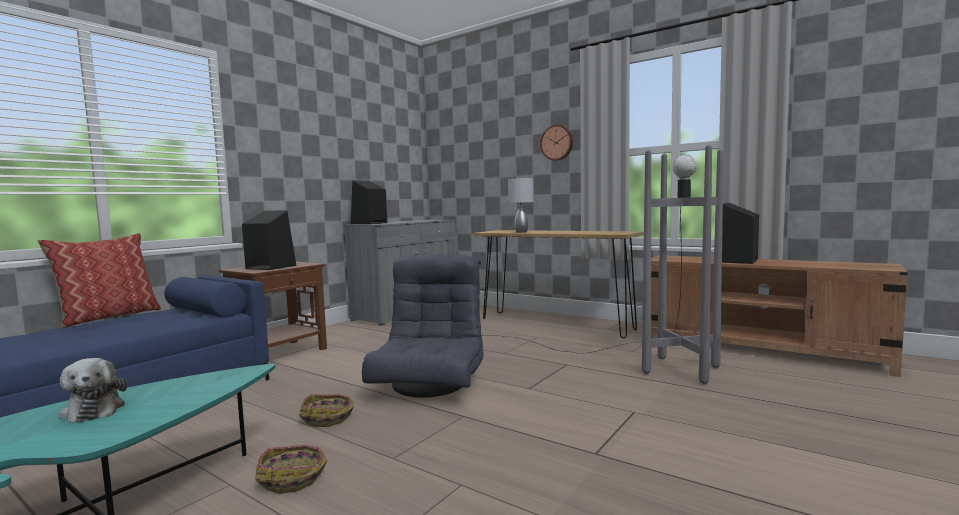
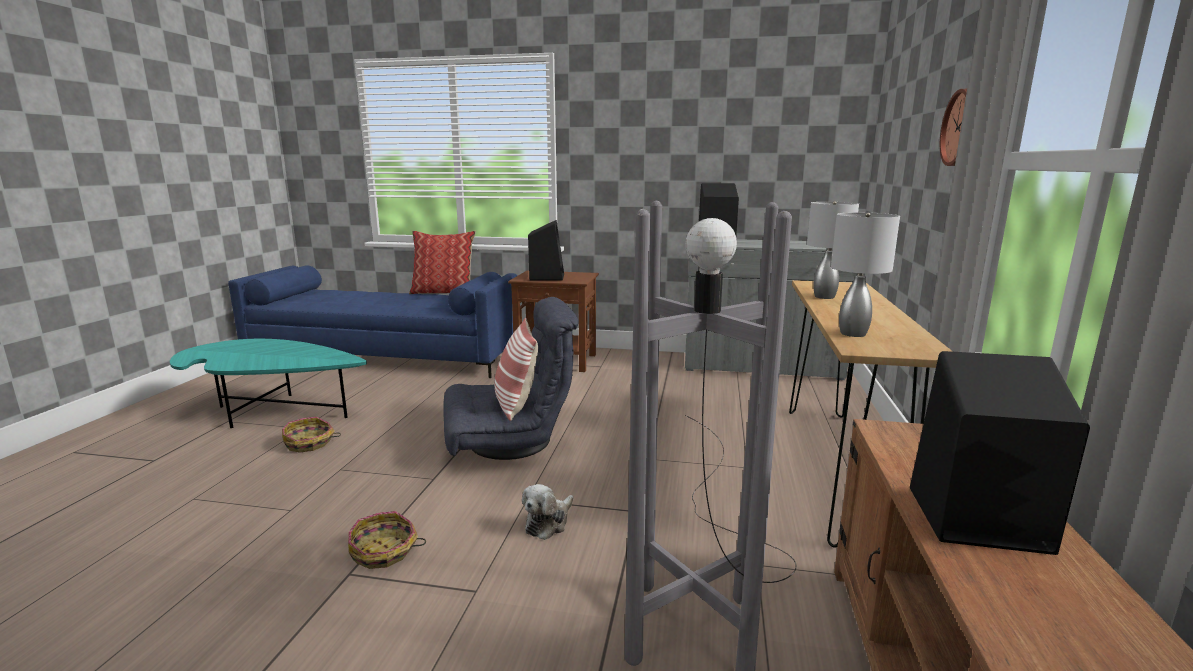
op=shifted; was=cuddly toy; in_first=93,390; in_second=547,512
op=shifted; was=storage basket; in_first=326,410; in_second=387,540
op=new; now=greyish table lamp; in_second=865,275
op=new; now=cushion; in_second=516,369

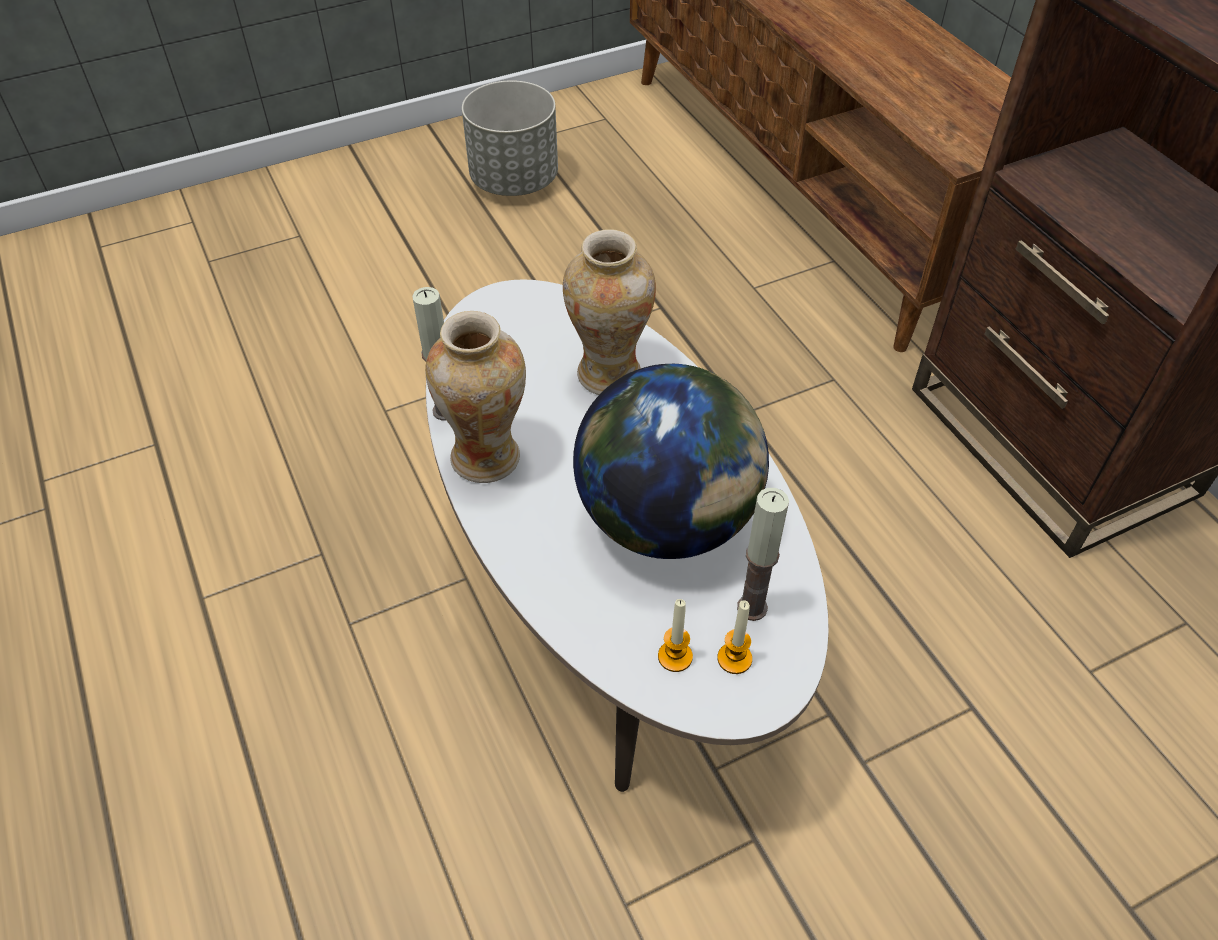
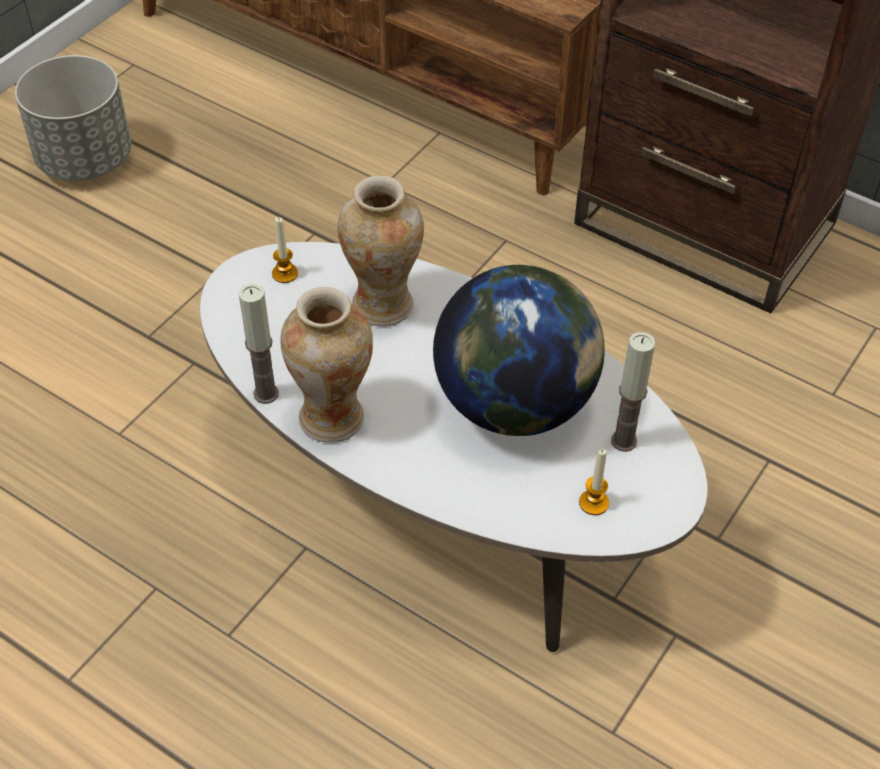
op=shifted; was=candle; in_first=734,637; in_second=285,250

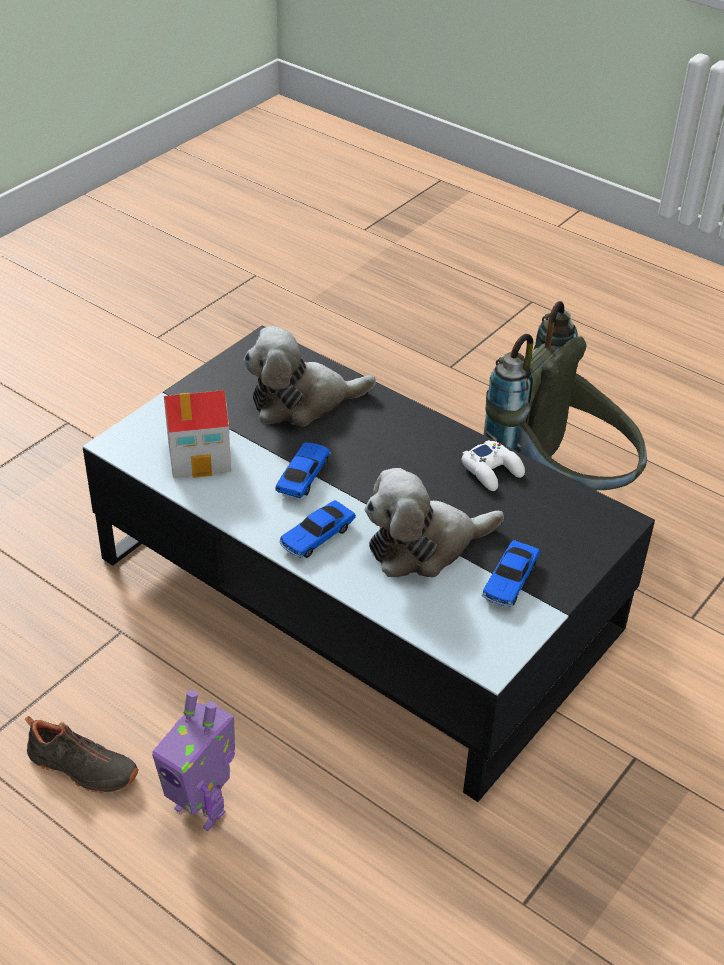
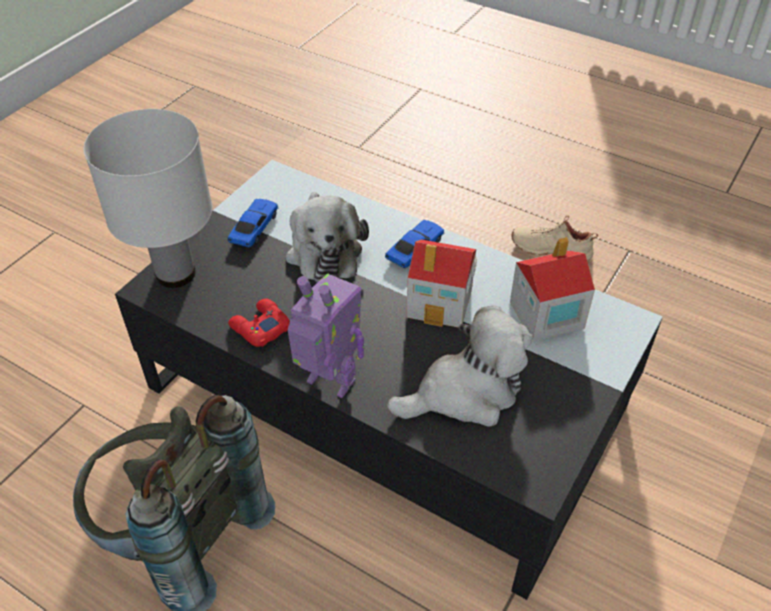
op=repainted; was=whitish game controller; now=red game controller; in_first=493,465; in_second=259,323
op=swapped; was=toy car; now=model house; in_first=303,470; in_second=441,284
op=rotated; was=cuddly toy; in_first=434,522; in_second=327,237; clockwise=105
op=shifted; was=robot figure; in_first=193,760; in_second=326,336
op=repainted; was=black low shoe; now=beige low shoe; in_first=82,754; in_second=554,238
op=new; now=whitish table lamp; in_second=147,198

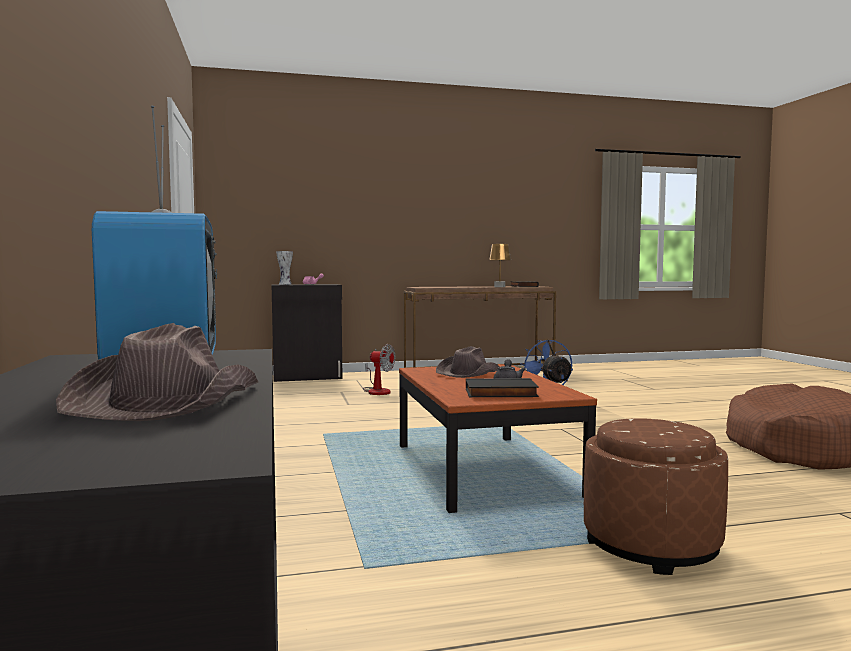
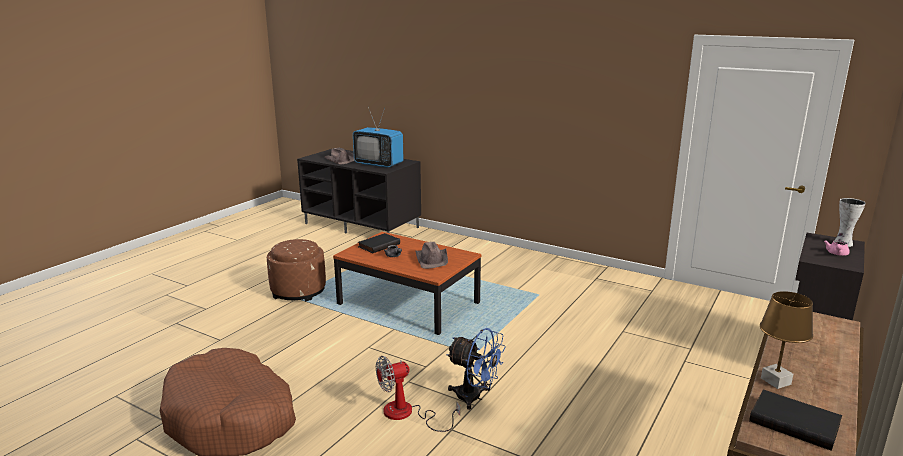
op=shifted; was=cooling fan; in_first=379,369; in_second=418,394

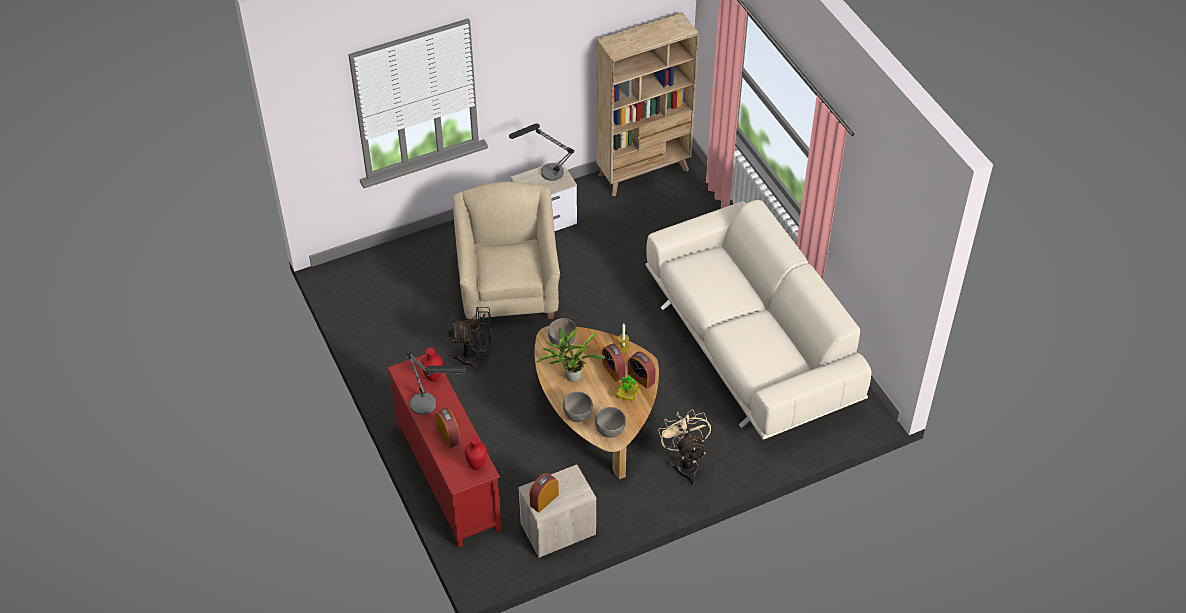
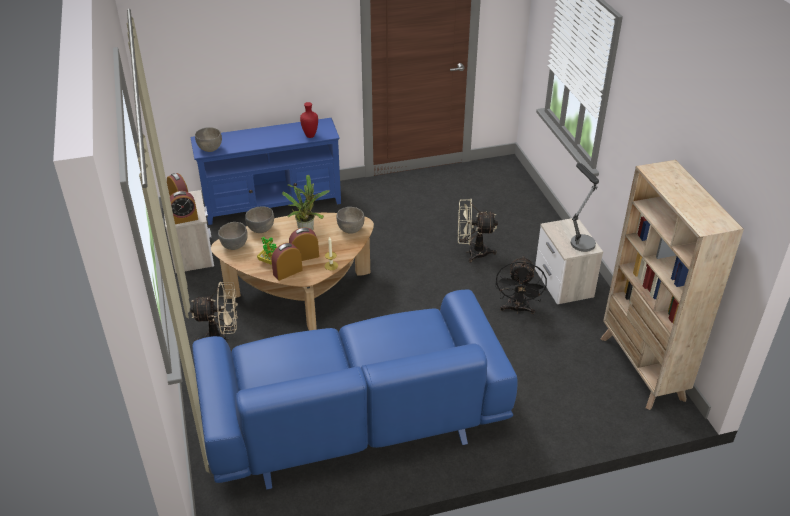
op=swapped; was=beige lounge chair; now=beige cooling fan; in_first=506,254; in_second=478,231
op=repainted; was=beige settee; now=bluish settee; in_first=758,320; in_second=354,390
op=shifted; was=black cooling fan; in_first=469,339; in_second=521,285
op=gone; was=table lamp; in_first=436,383
op=repainted; was=red tv unit; now=bluish tv unit; in_first=444,450; in_second=265,171
op=shifted; was=bedside clock; in_first=447,428; in_second=184,207
op=swapped; was=red decorative vase; now=greyish serving bowl; in_first=476,453; in_second=208,139

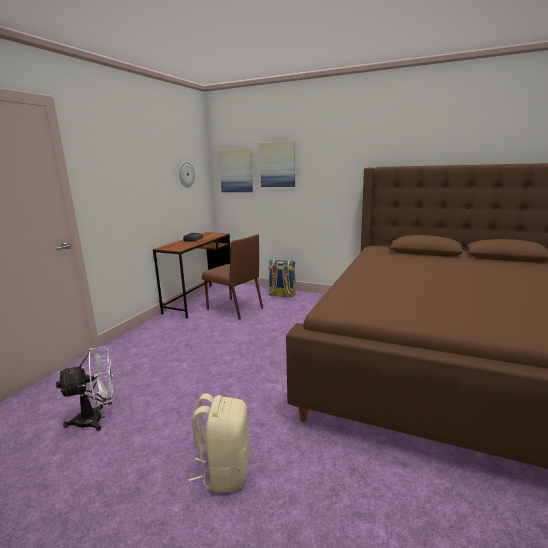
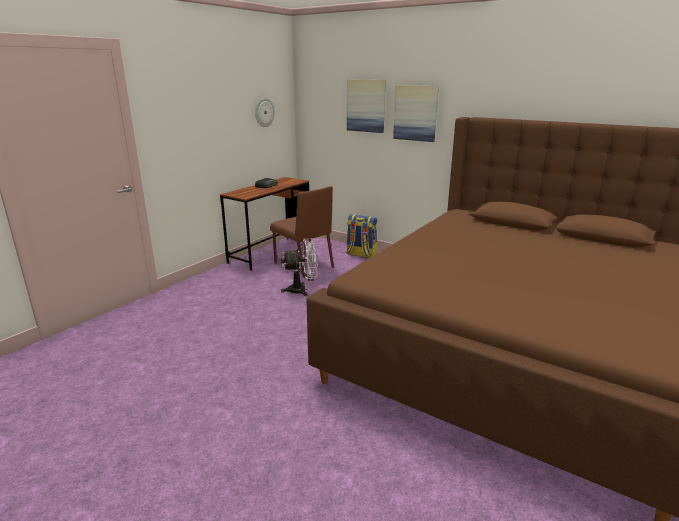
op=shifted; was=wall art; in_first=236,170; in_second=416,113
op=shifted; was=whitish cooling fan; in_first=85,389; in_second=299,267
op=gone; was=beige knapsack; in_first=219,443

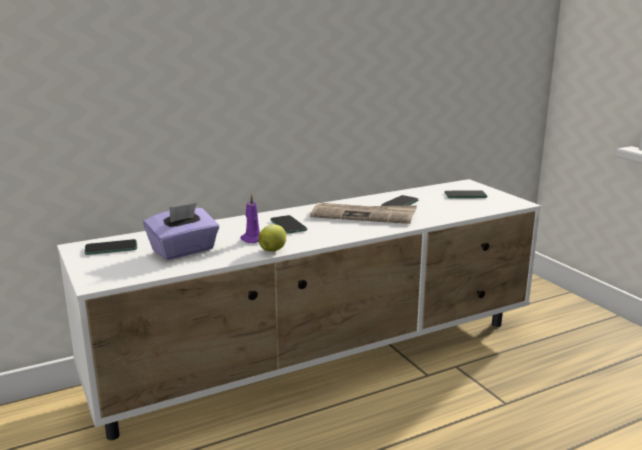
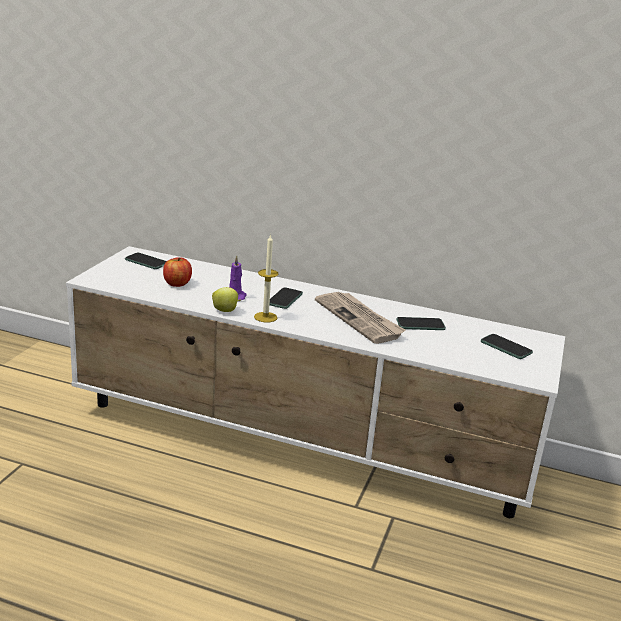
op=swapped; was=purple tissue holder; now=apple fruit; in_first=181,231; in_second=177,272
op=new; now=candle; in_second=266,278

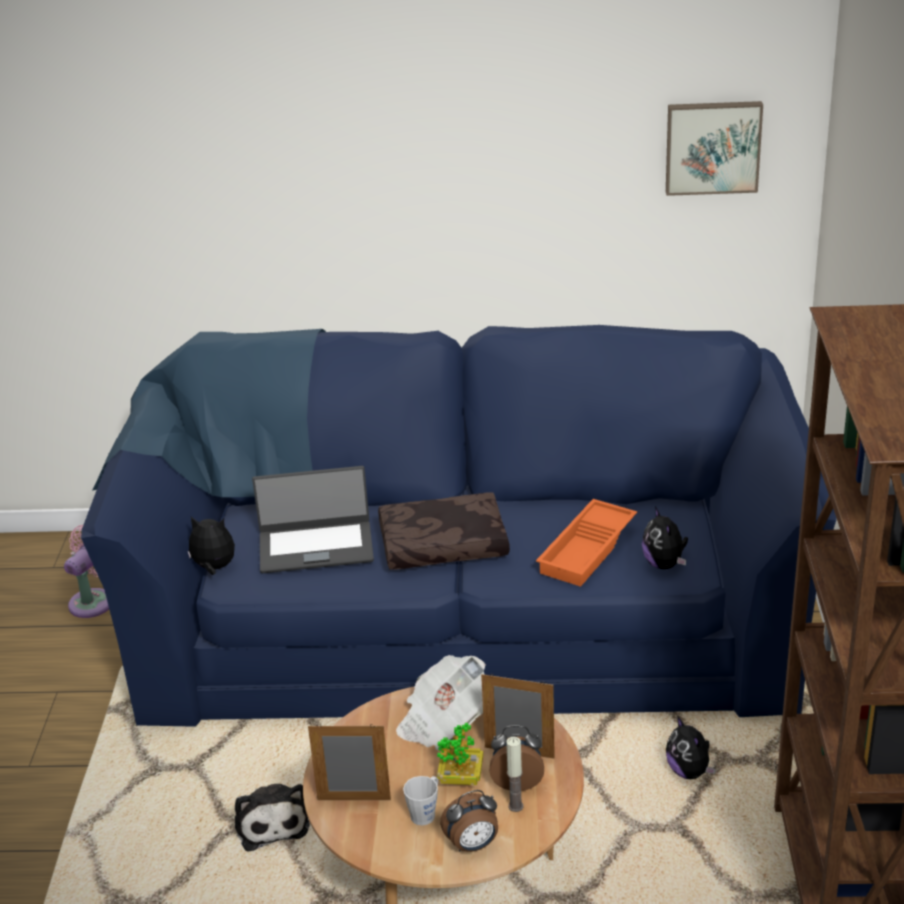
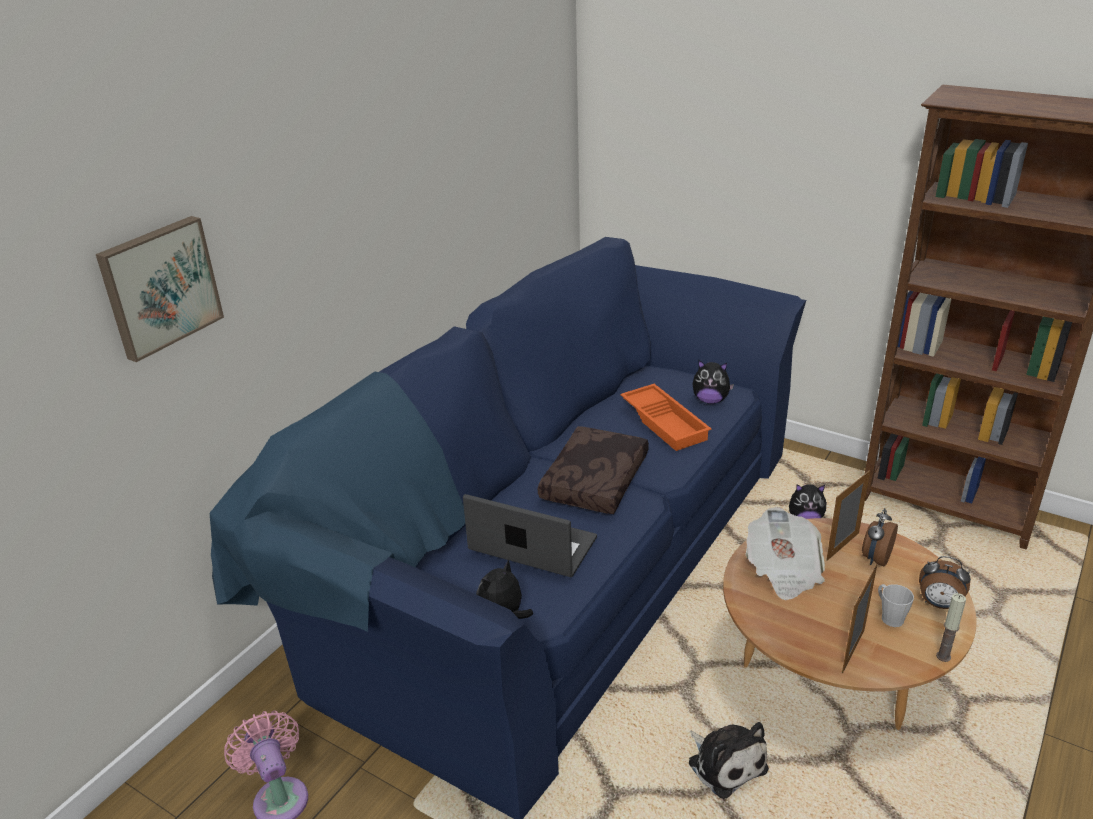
op=shifted; was=wall art; in_first=714,148; in_second=160,289
op=rotated; was=laptop; in_first=313,519; in_second=530,535; clockwise=-90
op=gone; was=potted plant; in_first=460,754
op=shifted; was=candle; in_first=514,774; in_second=951,627
op=rotated; was=cuddly toy; in_first=272,818; in_second=729,760; clockwise=45
op=rotated; was=bedside clock; in_first=469,821; in_second=945,582; clockwise=105

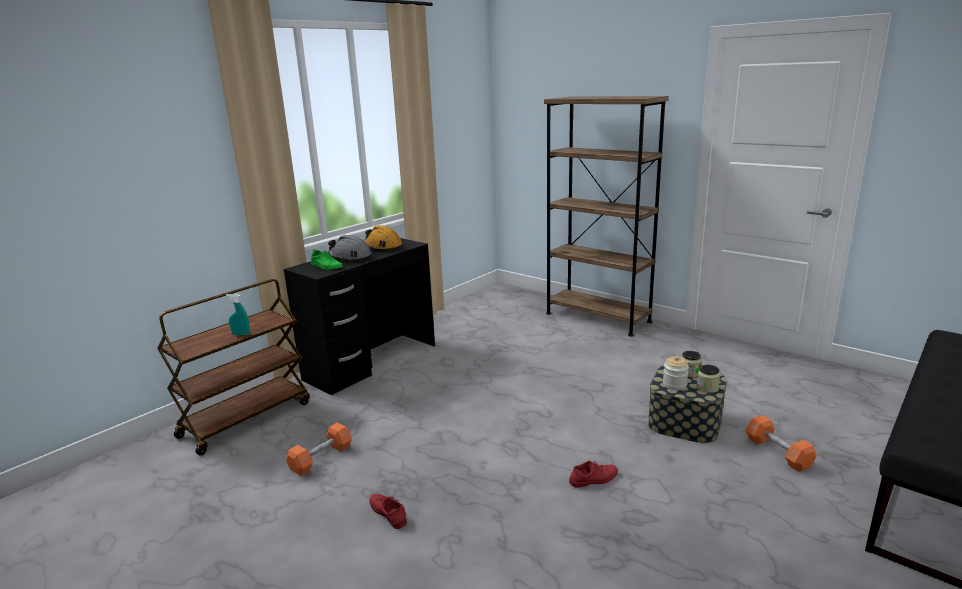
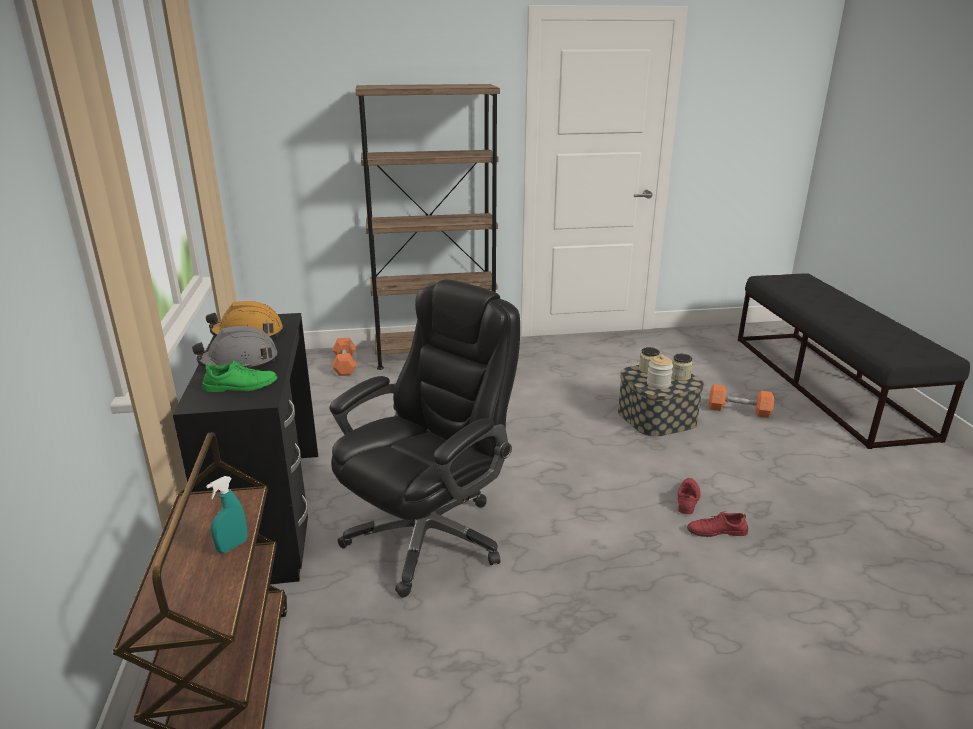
op=shifted; was=orange-coloured dumbbell; in_first=319,449; in_second=344,357
op=shifted; was=red low shoe; in_first=388,511; in_second=717,524
op=new; now=black office chair; in_second=425,438

